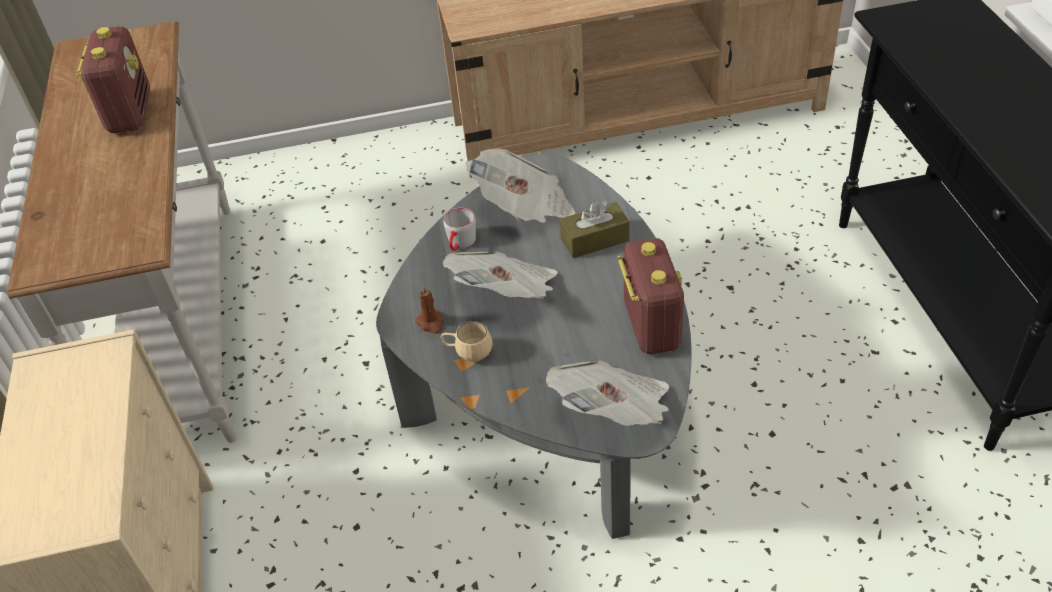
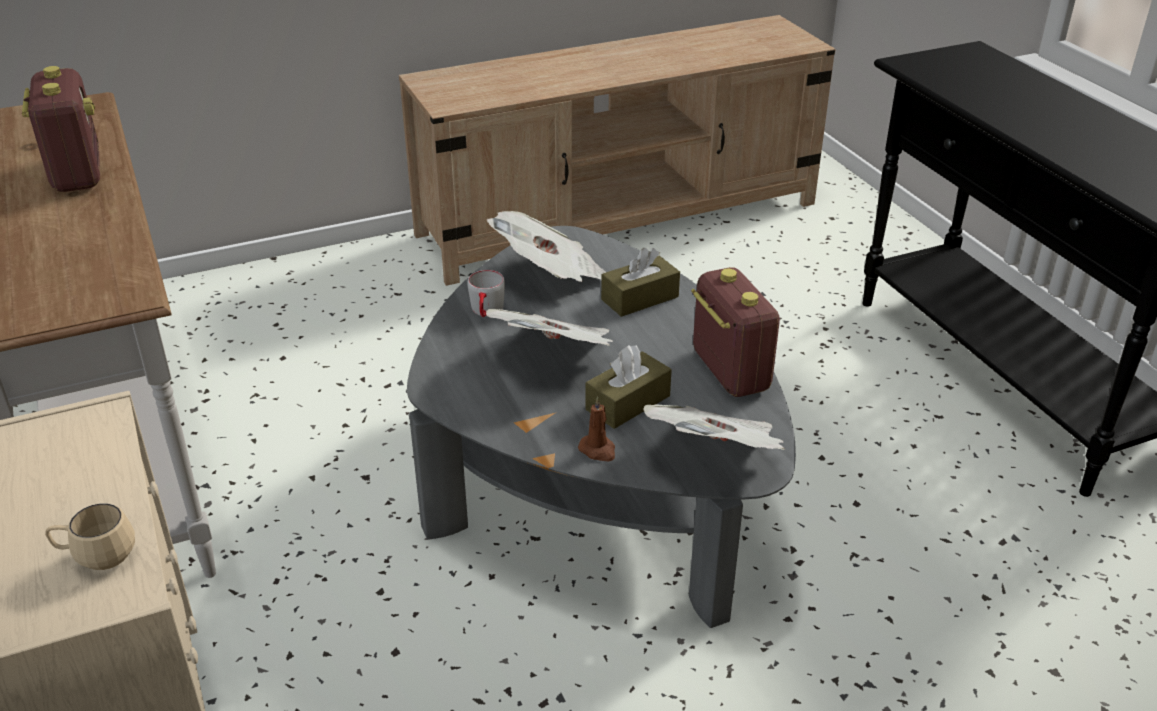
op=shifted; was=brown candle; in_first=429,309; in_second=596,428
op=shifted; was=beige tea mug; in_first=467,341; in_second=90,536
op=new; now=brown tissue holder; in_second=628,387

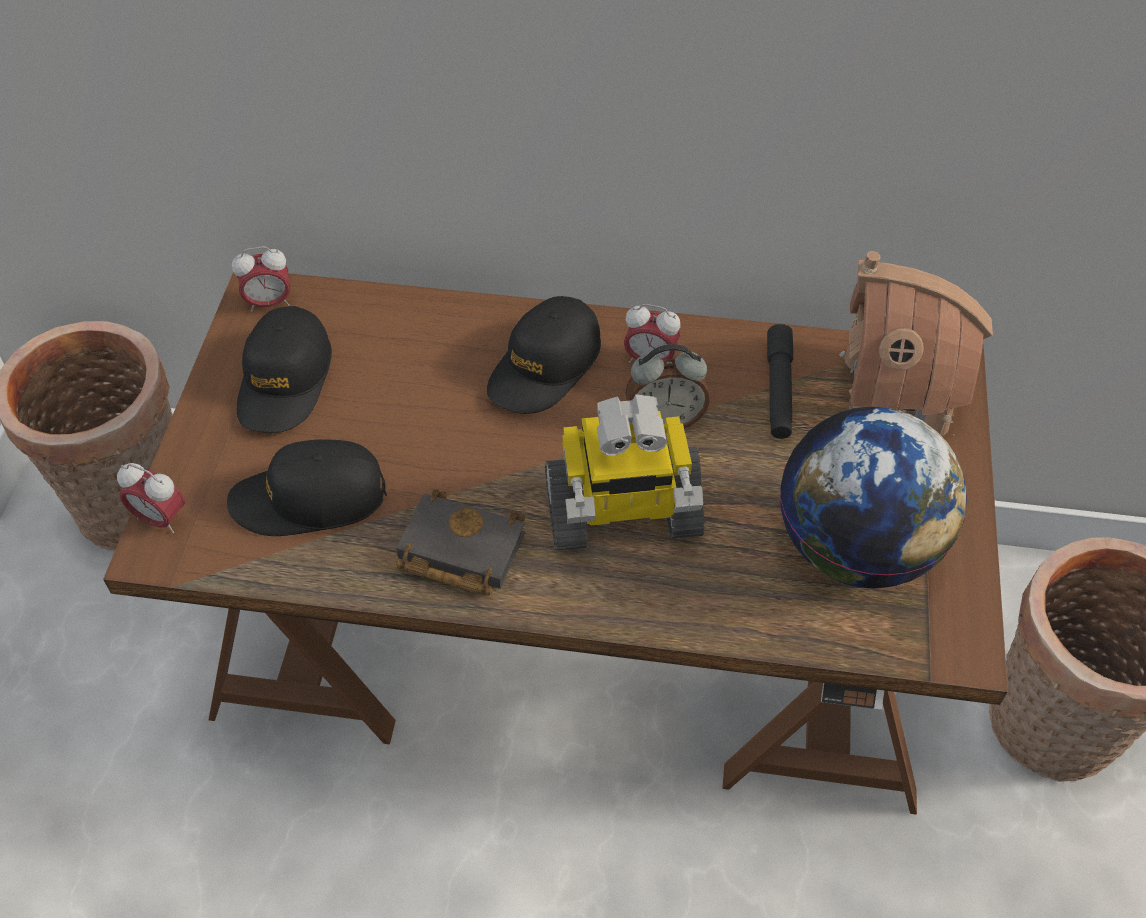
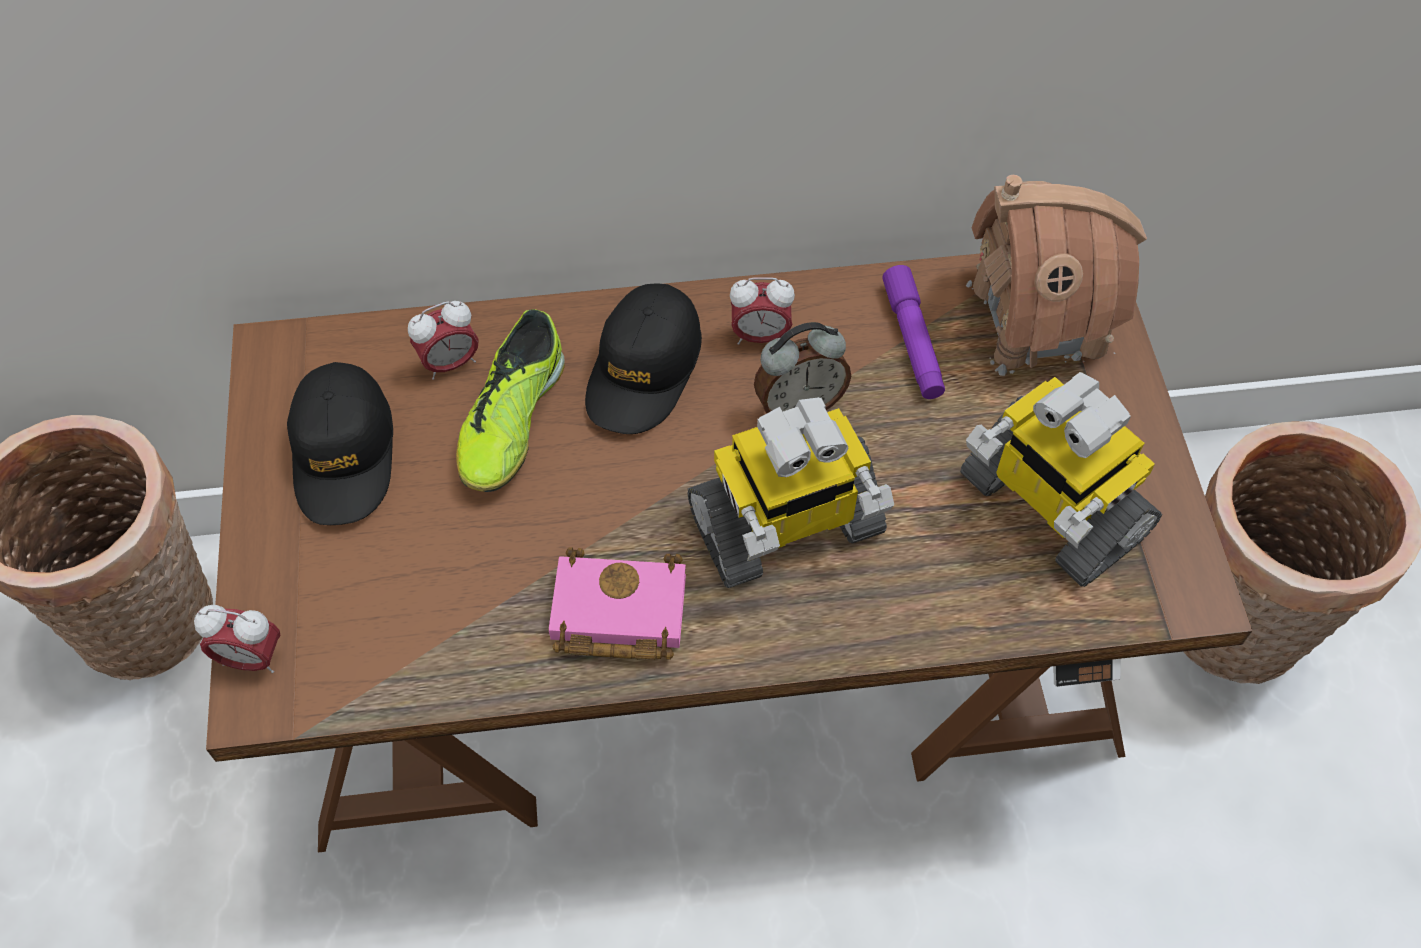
op=shifted; was=bedside clock; in_first=261,279; in_second=443,340
op=repainted; was=black torch; now=purple torch; in_first=780,381; in_second=913,332
op=swapped; was=world globe; now=robot figure; in_first=873,498; in_second=1061,479
op=gone; was=black cap; in_first=307,487
op=repainted; was=black bound book; now=pinkish bound book; in_first=460,542; in_second=617,604
op=new; now=low shoe; in_second=510,400

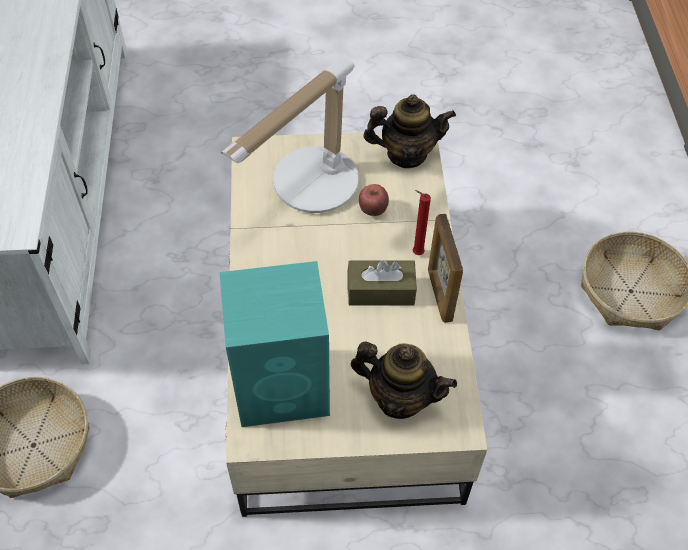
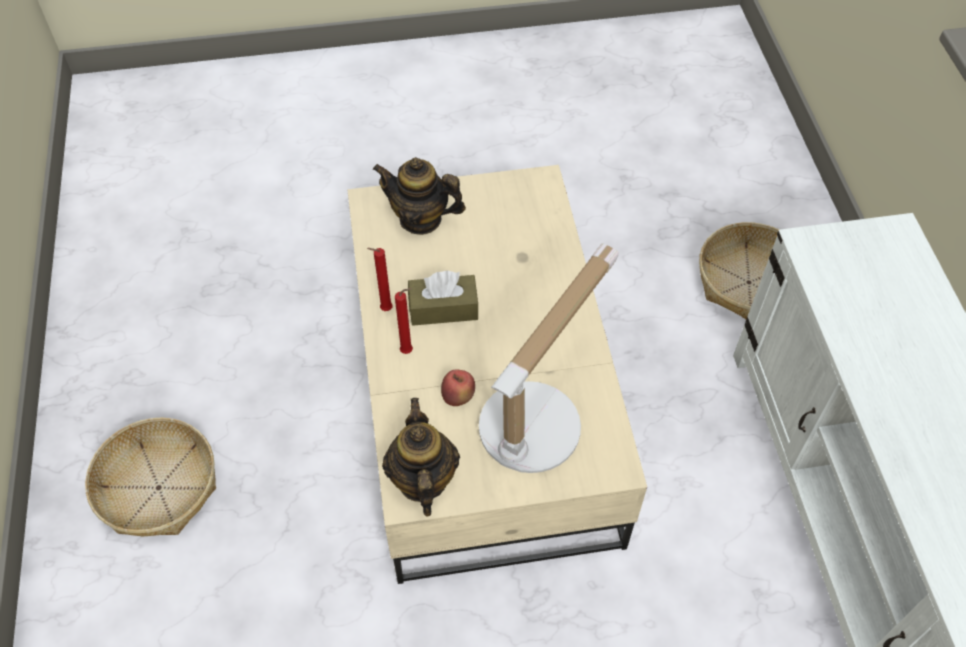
op=rotated; was=tea pot; in_first=409,131; in_second=421,457; clockwise=90
op=swapped; was=standing frame; now=red candle; in_first=445,268; in_second=379,279
op=gone; was=turquoise-coloured loudspeaker; in_first=274,344

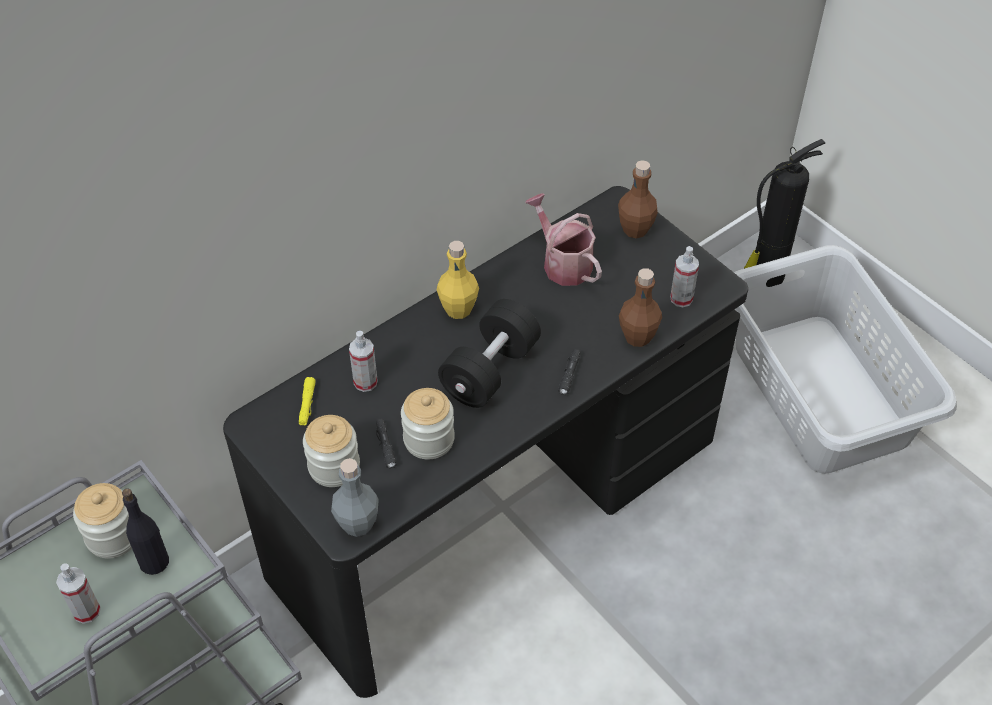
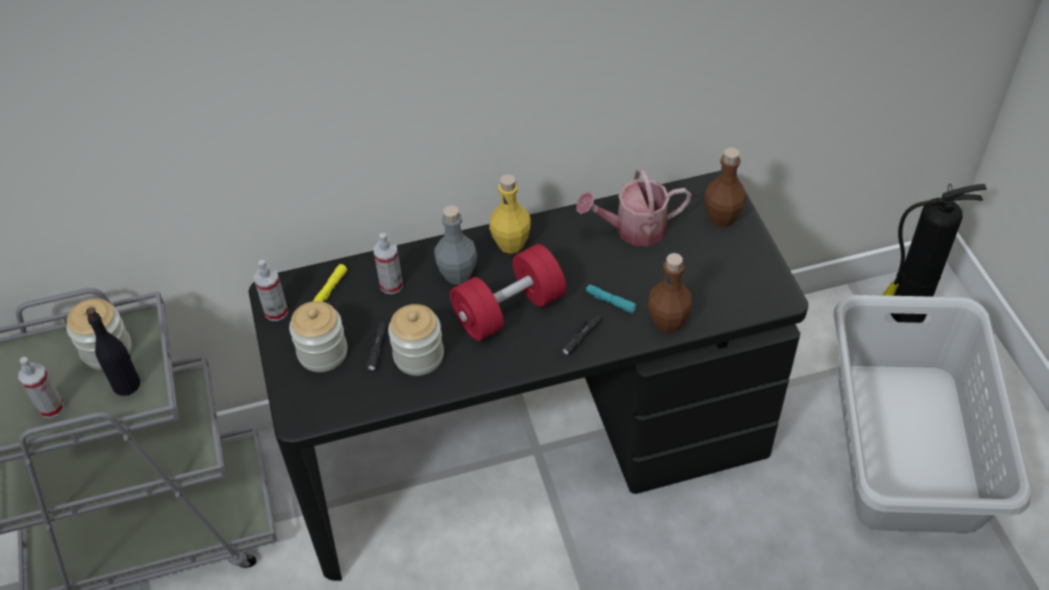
op=rotated; was=watering pot; in_first=563,239; in_second=634,207; clockwise=-90
op=shifted; was=sprayer; in_first=684,276; in_second=271,290
op=repainted; was=black dumbbell; now=red dumbbell; in_first=489,353; in_second=508,292
op=shifted; was=greyish drink bottle; in_first=355,497; in_second=455,245
op=new; now=turquoise-coloured torch; in_second=611,299

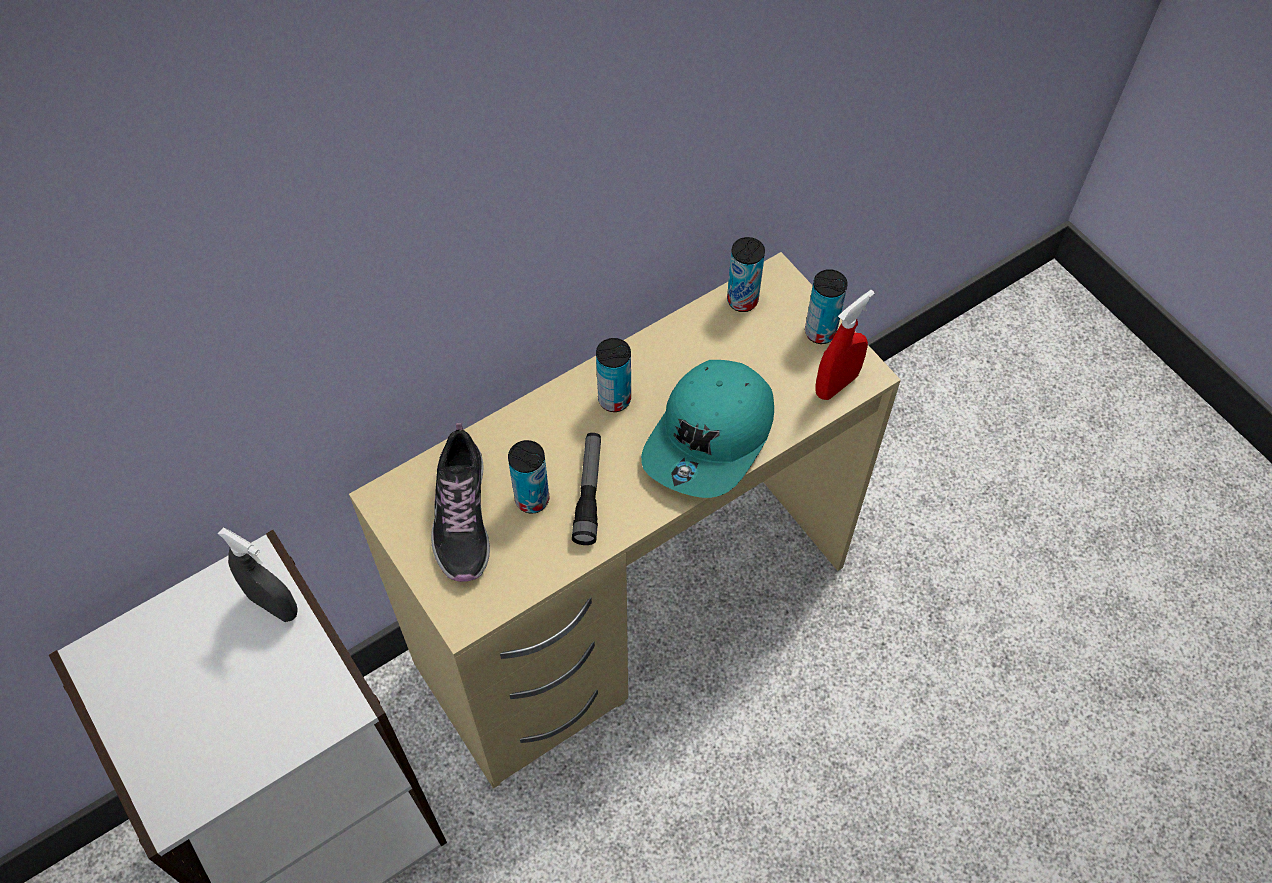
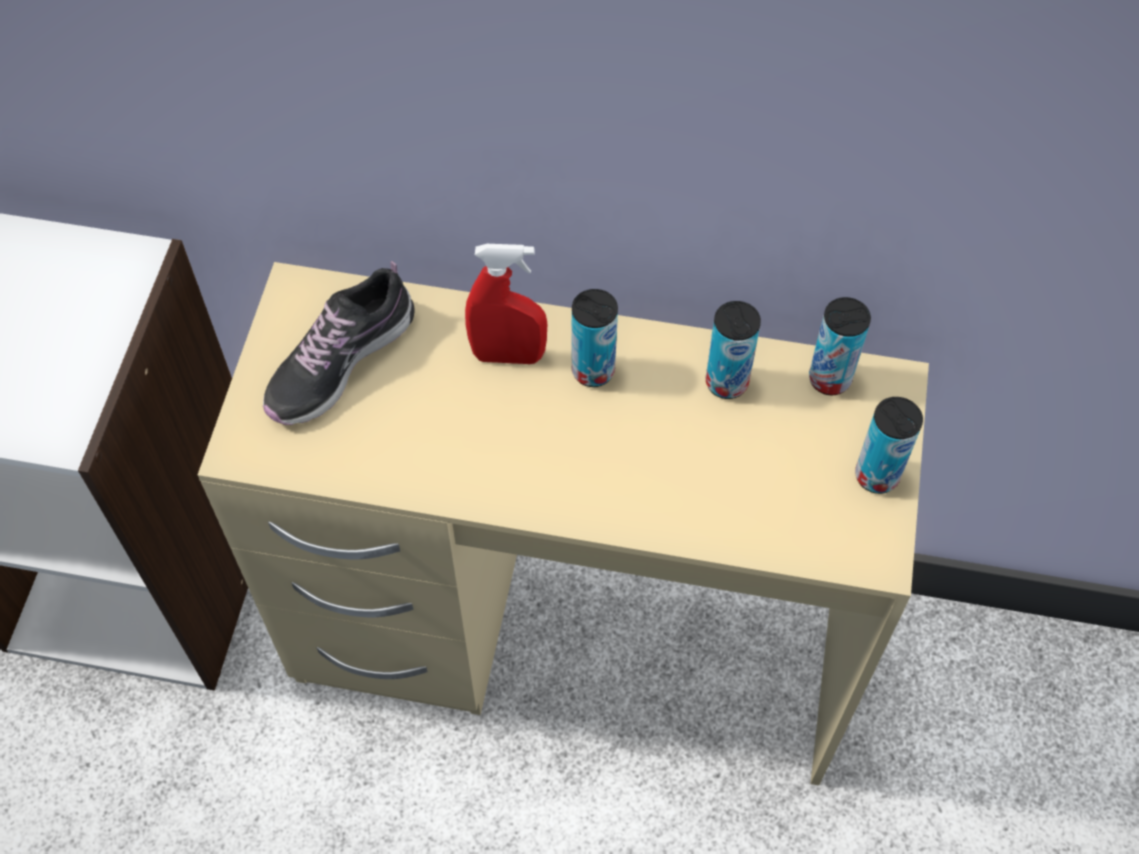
op=shifted; was=red sprayer; in_first=845,345; in_second=506,304
op=gone; was=turquoise-coloured cap; in_first=707,429
op=gone; was=torch; in_first=586,489
op=shifted; was=metal can; in_first=528,477; in_second=733,350
op=gone; was=greyish sprayer; in_first=258,574

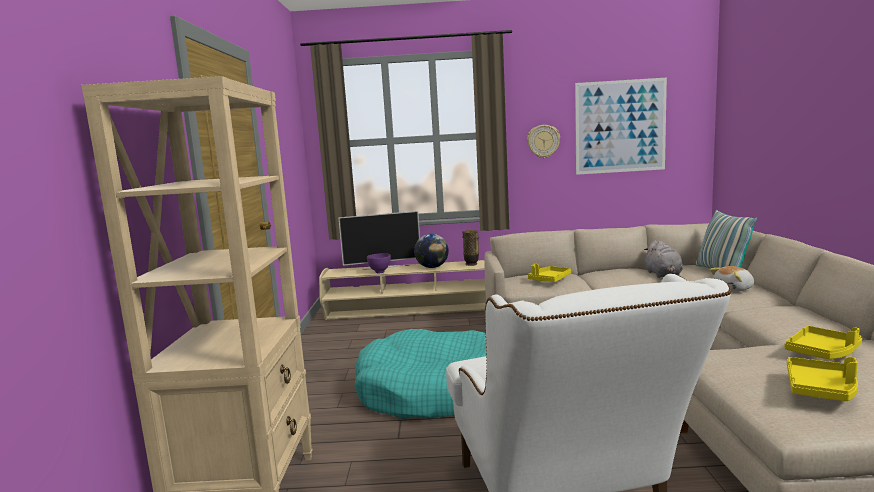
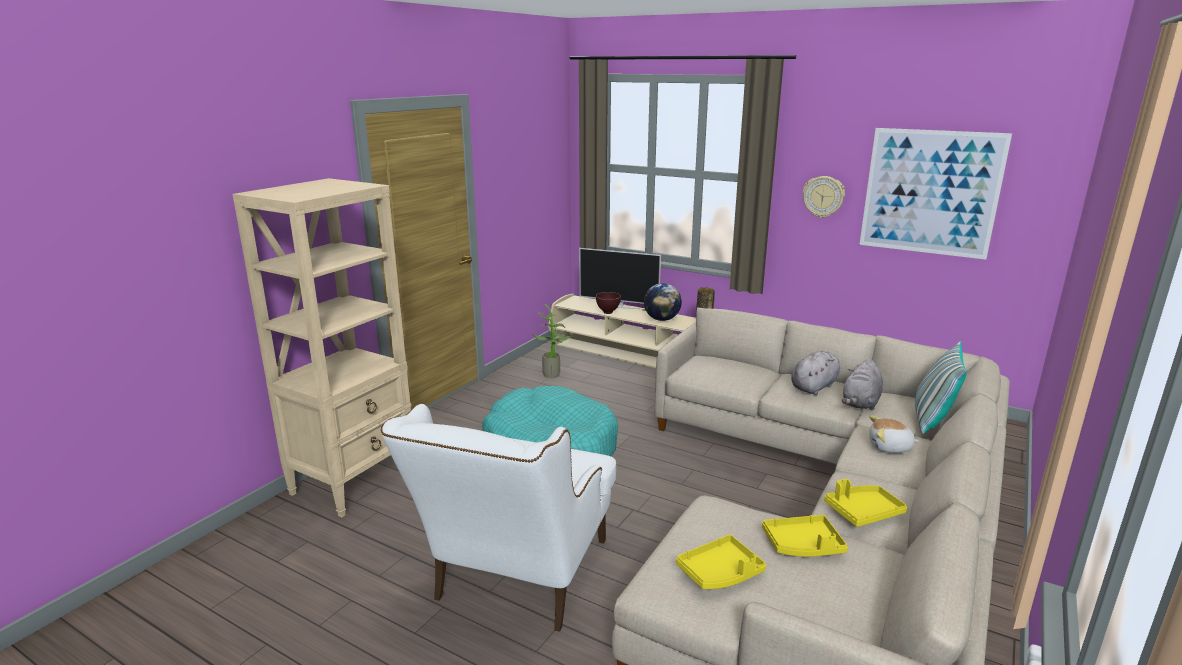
op=repainted; was=purple serving bowl; now=brown serving bowl; in_first=379,263; in_second=608,303
op=shifted; was=yellowish carrying tray; in_first=549,273; in_second=865,503
op=new; now=potted plant; in_second=553,340
op=new; now=greyish cuddly toy; in_second=815,373

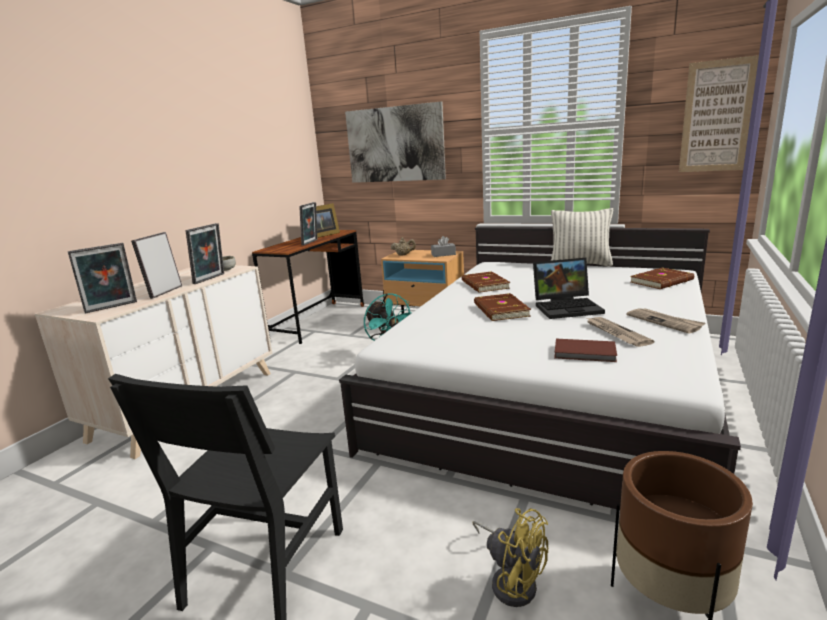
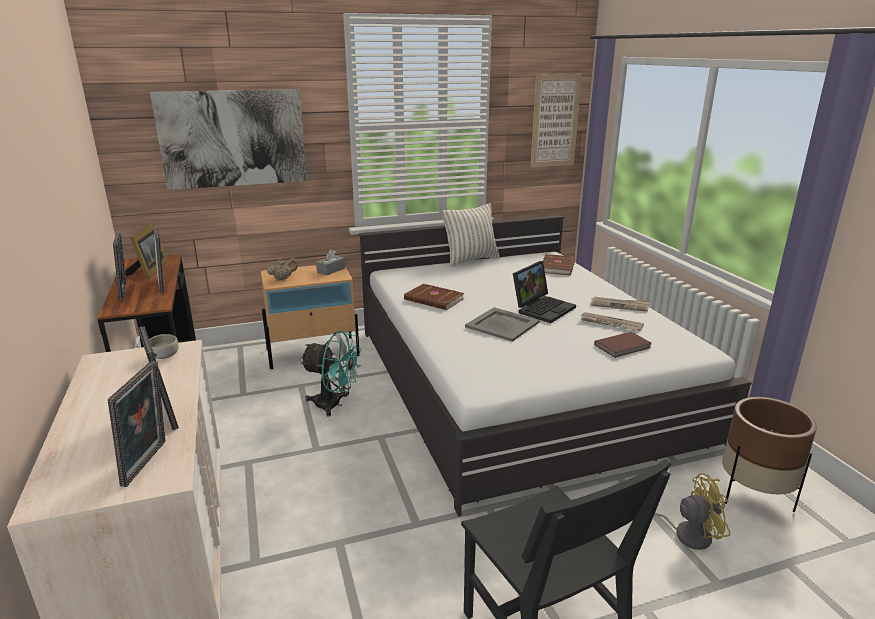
op=shifted; was=standing frame; in_first=205,253; in_second=119,266
op=swapped; was=brown bound book; now=greyish carrying tray; in_first=502,307; in_second=502,324

